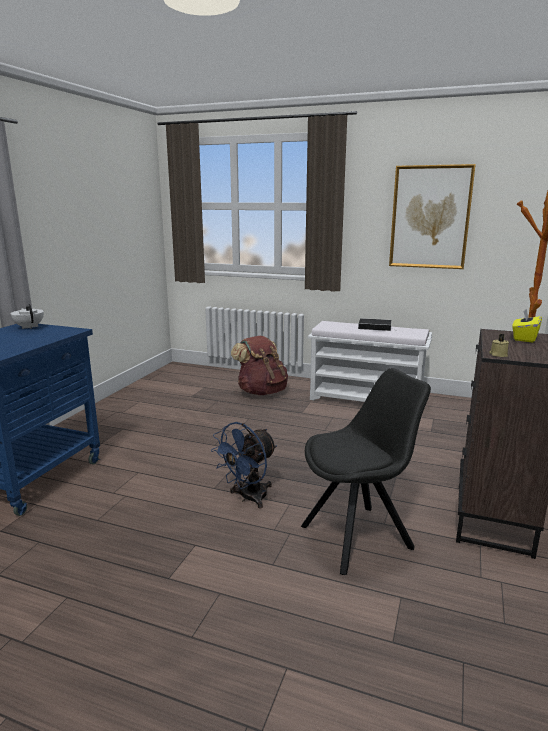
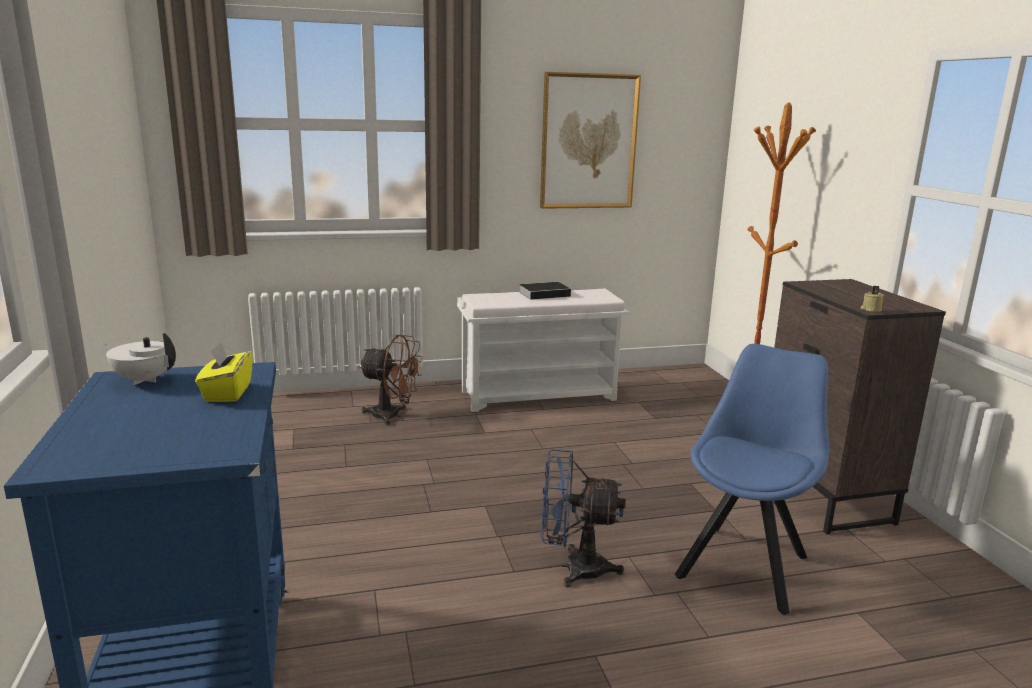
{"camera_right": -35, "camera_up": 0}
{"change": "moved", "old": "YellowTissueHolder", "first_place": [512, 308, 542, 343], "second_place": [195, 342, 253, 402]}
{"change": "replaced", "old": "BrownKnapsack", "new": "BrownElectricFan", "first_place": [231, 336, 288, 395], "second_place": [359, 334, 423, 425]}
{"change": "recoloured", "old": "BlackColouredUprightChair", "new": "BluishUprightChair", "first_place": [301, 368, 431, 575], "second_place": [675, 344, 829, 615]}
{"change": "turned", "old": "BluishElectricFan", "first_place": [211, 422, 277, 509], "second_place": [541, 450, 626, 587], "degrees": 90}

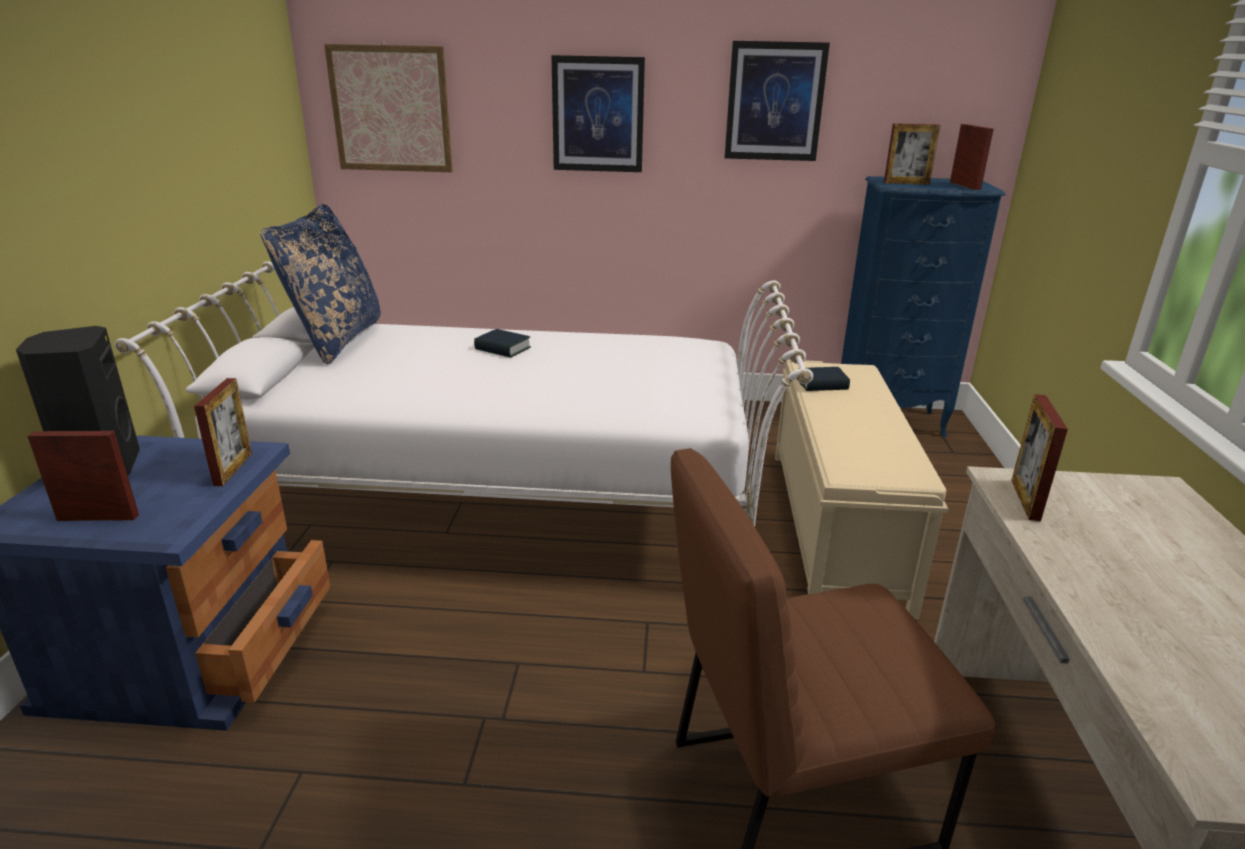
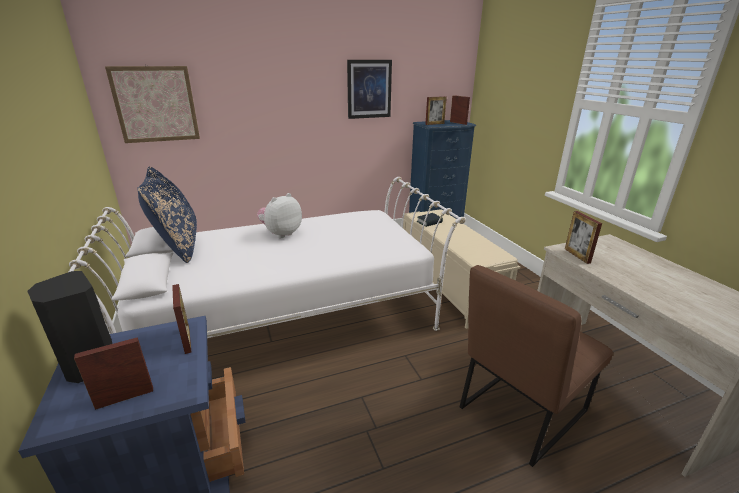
{"camera_right": -25, "camera_up": 0}
{"change": "removed", "old": "WallPicture", "first_place": [551, 55, 645, 172]}
{"change": "replaced", "old": "Volume", "new": "CuddlyToy", "first_place": [474, 329, 531, 358], "second_place": [257, 193, 302, 238]}

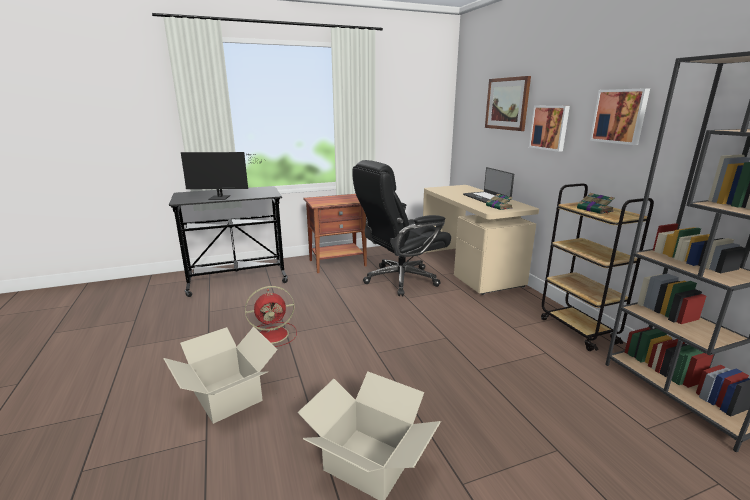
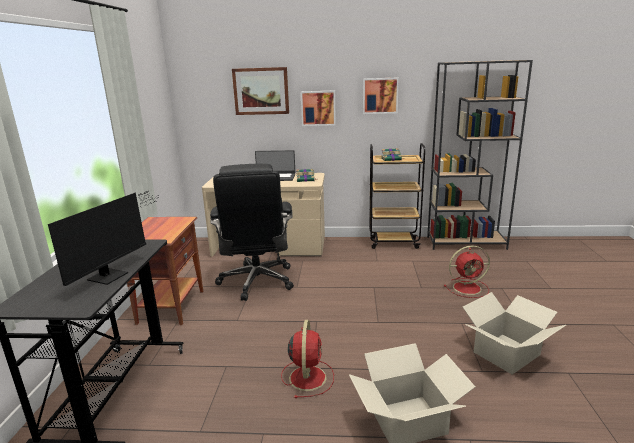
{"camera_right": -65, "camera_up": 0}
{"change": "added", "new": "ReddishElectricFan", "second_place": [444, 246, 490, 298]}

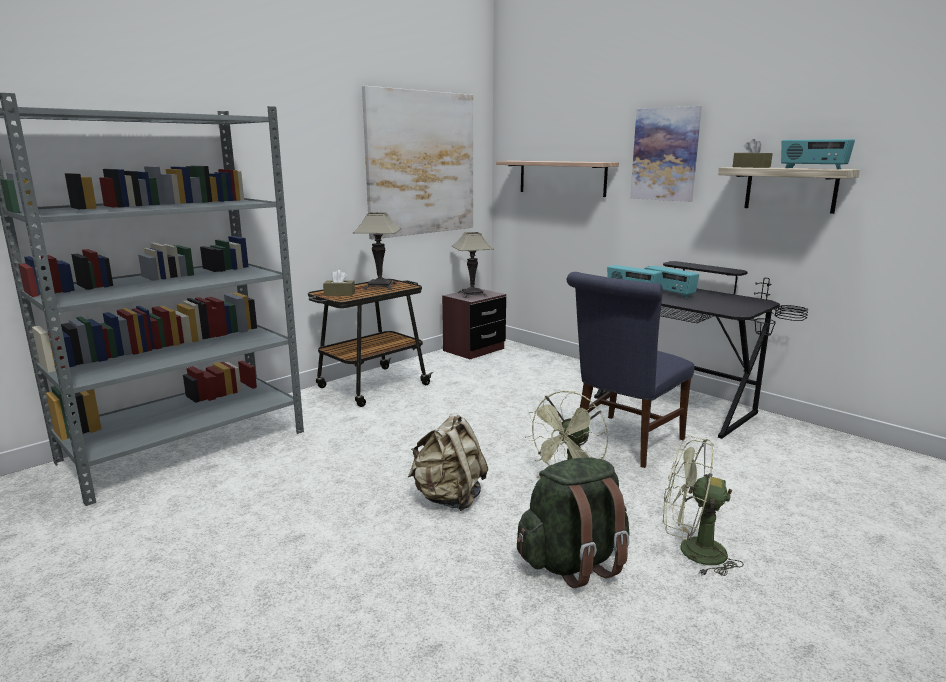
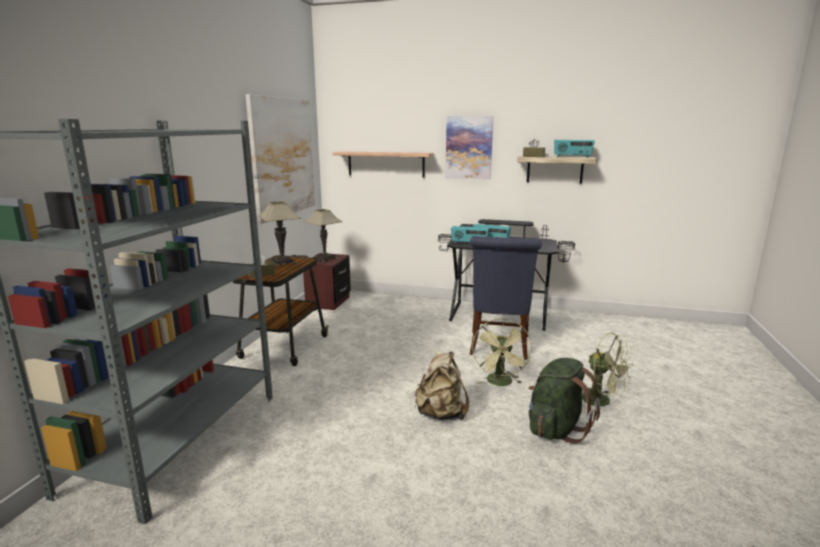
{"camera_right": -30, "camera_up": 0}
{"change": "turned", "old": "GreenishElectricFan", "first_place": [663, 435, 744, 576], "second_place": [582, 332, 633, 412], "degrees": -120}

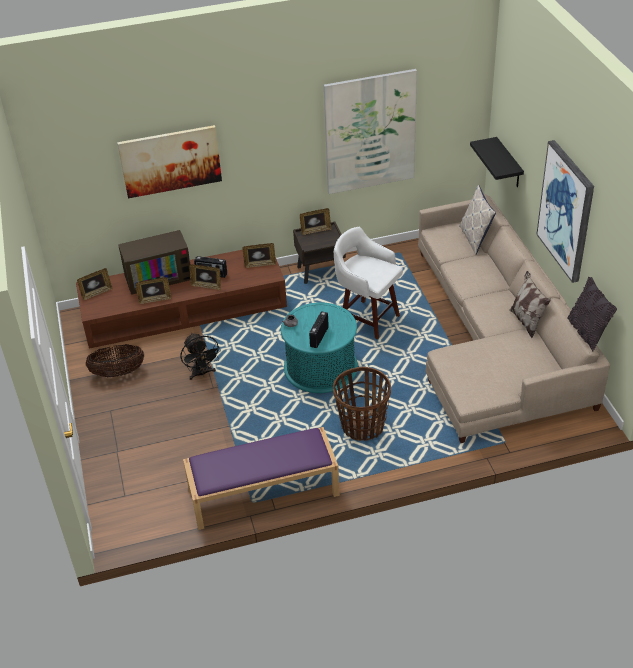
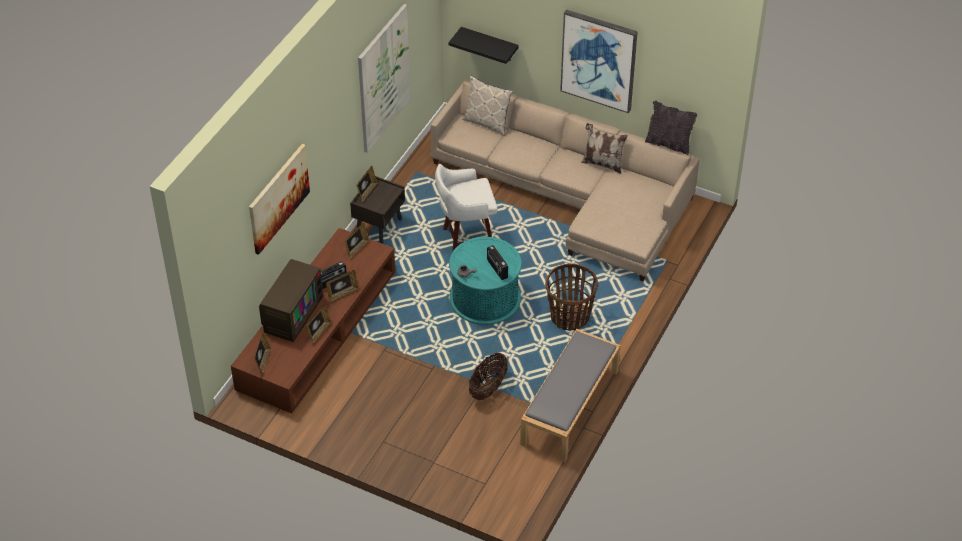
{"camera_right": -50, "camera_up": 5}
{"change": "removed", "old": "BlackColouredElectricFan", "first_place": [180, 333, 221, 380]}
{"change": "moved", "old": "HouseholdBasket", "first_place": [86, 344, 144, 377], "second_place": [469, 353, 507, 400]}
{"change": "recoloured", "old": "PurpleBench", "new": "GreyishBench", "first_place": [183, 427, 340, 530], "second_place": [520, 329, 621, 462]}

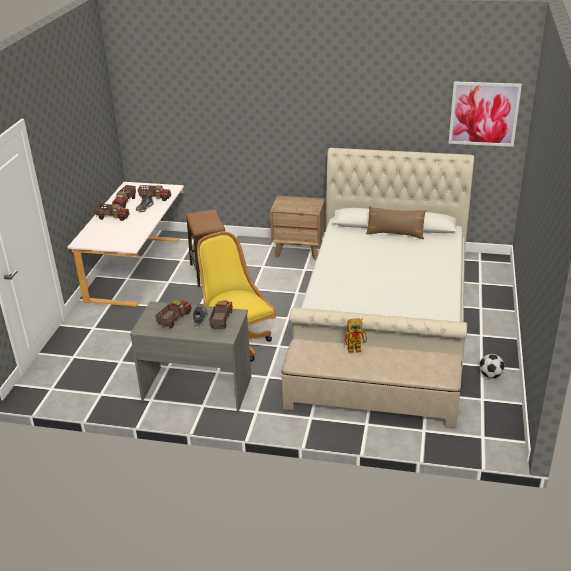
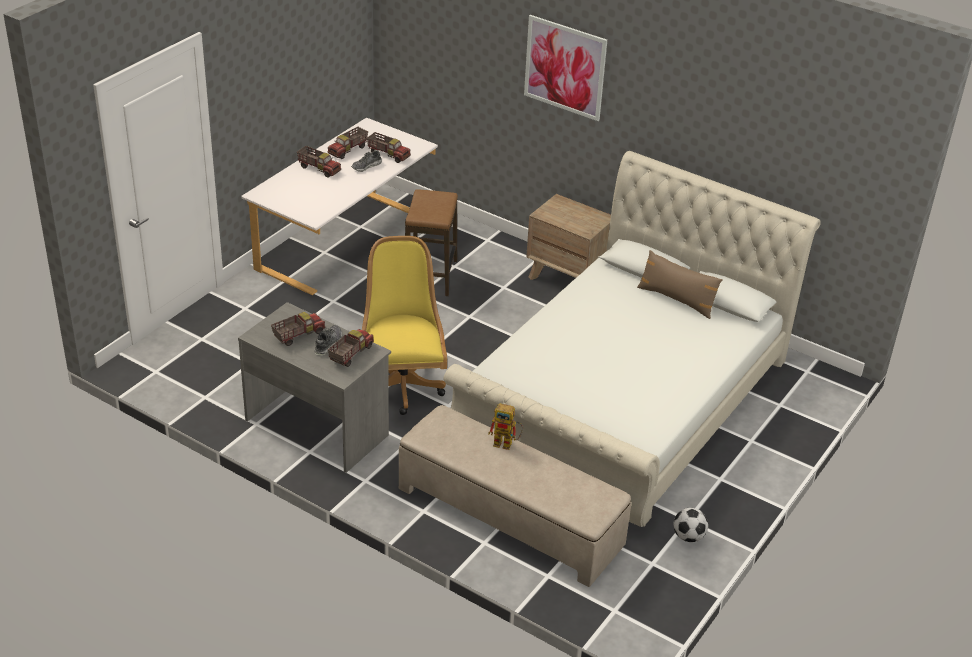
{"camera_right": 20, "camera_up": 5}
{"change": "moved", "old": "WallPicture", "first_place": [448, 81, 522, 147], "second_place": [524, 15, 607, 121]}

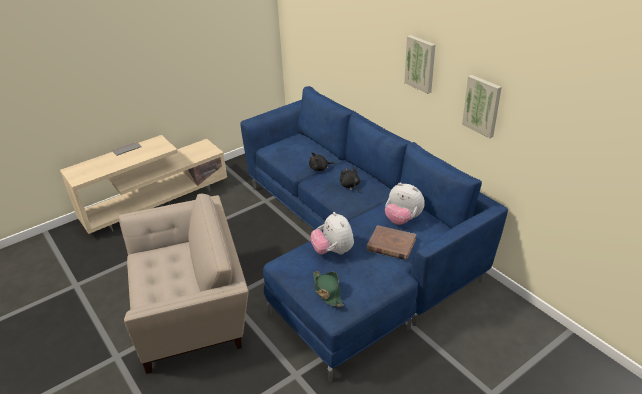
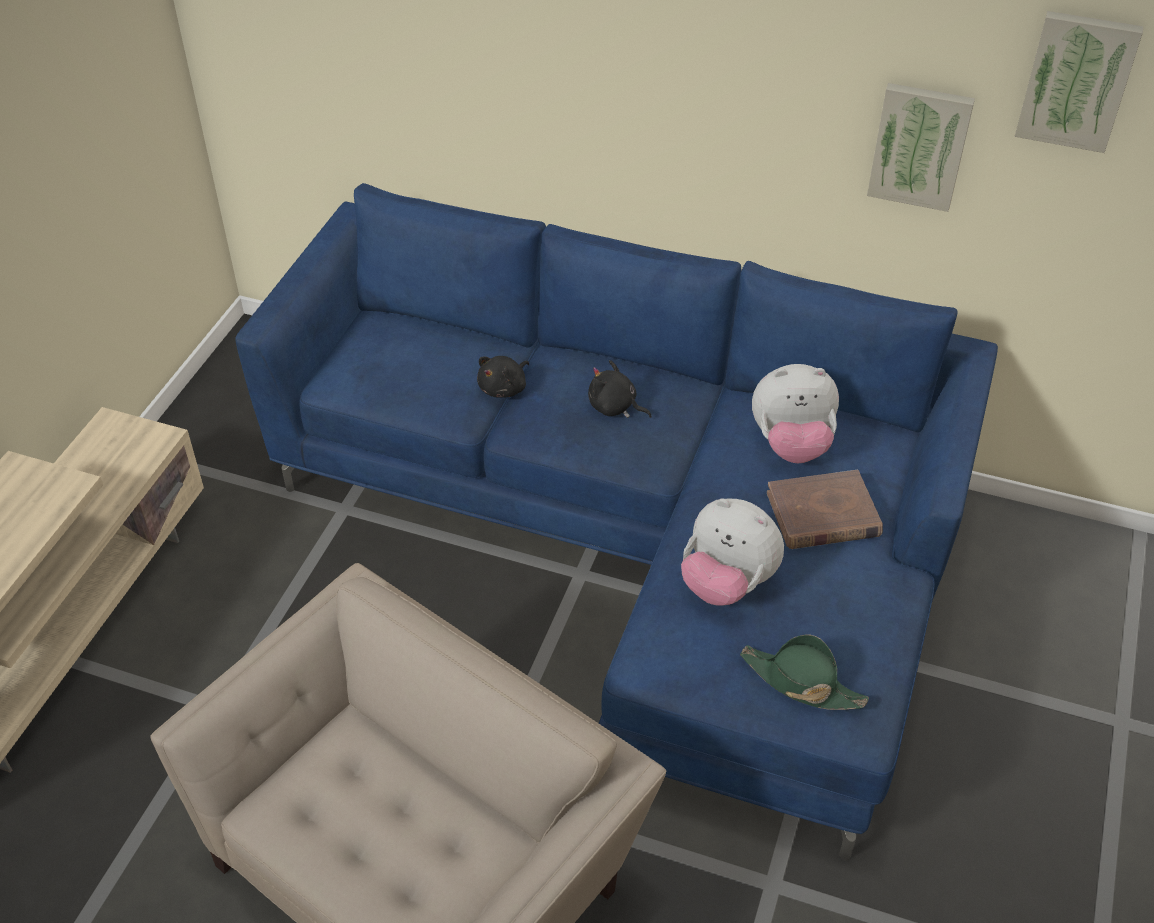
{"camera_right": -35, "camera_up": 10}
{"change": "moved", "old": "WallPicture", "first_place": [404, 35, 436, 94], "second_place": [1015, 11, 1144, 153]}

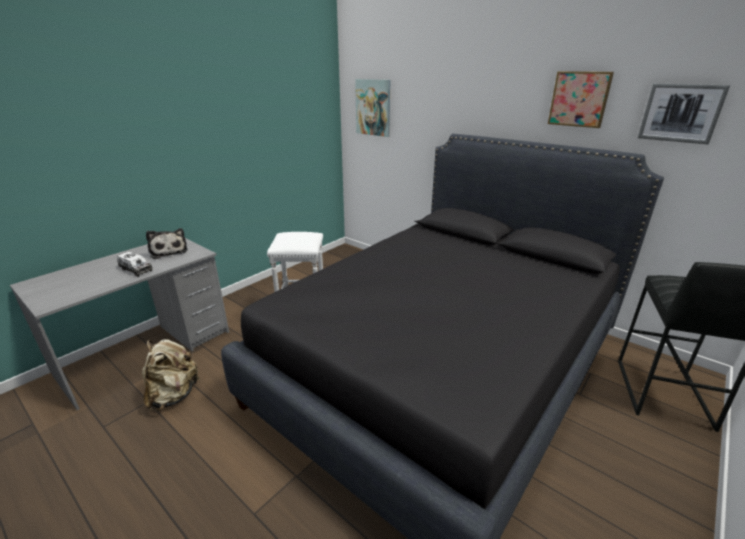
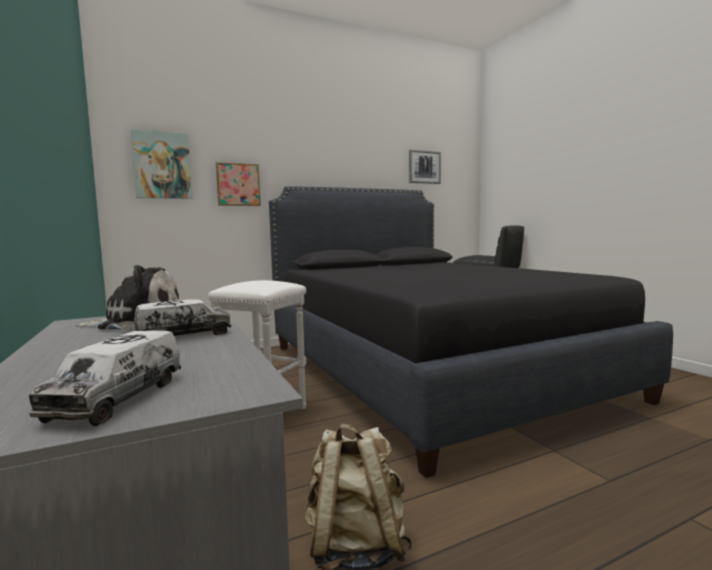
{"camera_right": -65, "camera_up": -20}
{"change": "added", "new": "ToyLorry", "second_place": [29, 331, 181, 426]}
{"change": "moved", "old": "WallPicture", "first_place": [548, 71, 614, 128], "second_place": [216, 162, 261, 206]}

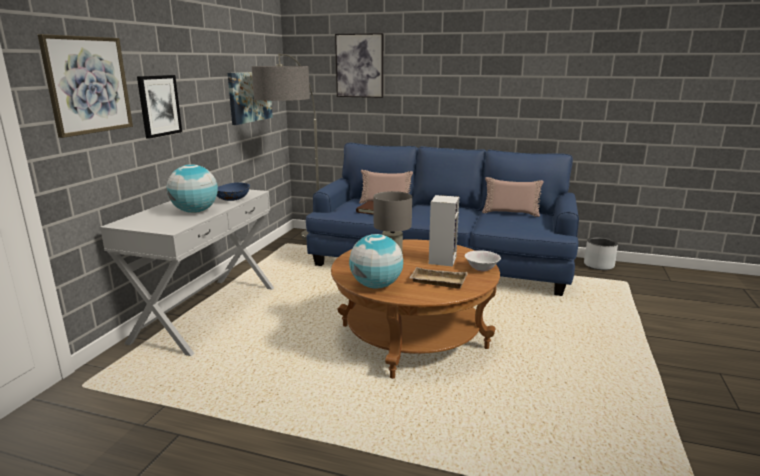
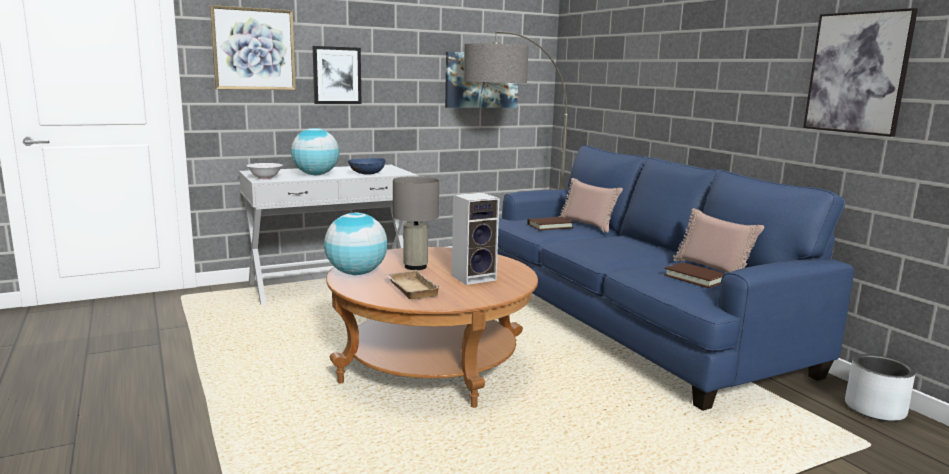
{"camera_right": 45, "camera_up": -5}
{"change": "added", "new": "BrownVolume", "second_place": [664, 262, 724, 288]}
{"change": "moved", "old": "WallPicture", "first_place": [335, 33, 383, 98], "second_place": [803, 8, 918, 137]}
{"change": "moved", "old": "WhiteColouredBowl", "first_place": [465, 250, 501, 271], "second_place": [246, 163, 283, 179]}

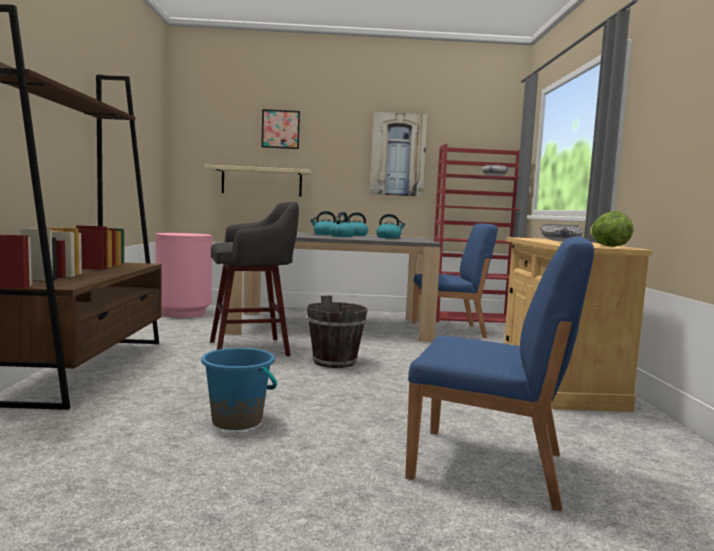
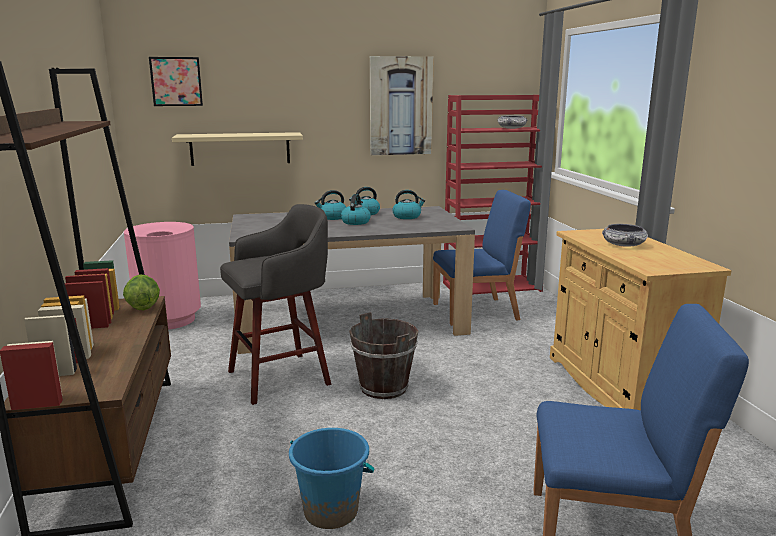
{"camera_right": -10, "camera_up": 10}
{"change": "moved", "old": "WallPicture", "first_place": [261, 109, 300, 149], "second_place": [149, 57, 203, 106]}
{"change": "moved", "old": "LettuceHead", "first_place": [590, 211, 633, 247], "second_place": [123, 274, 160, 310]}

